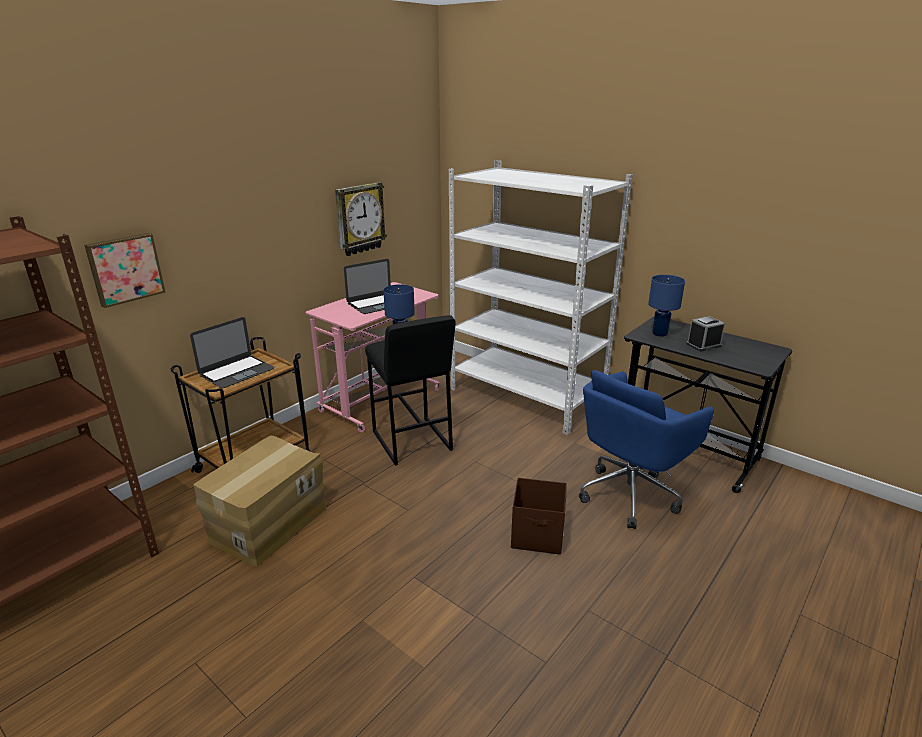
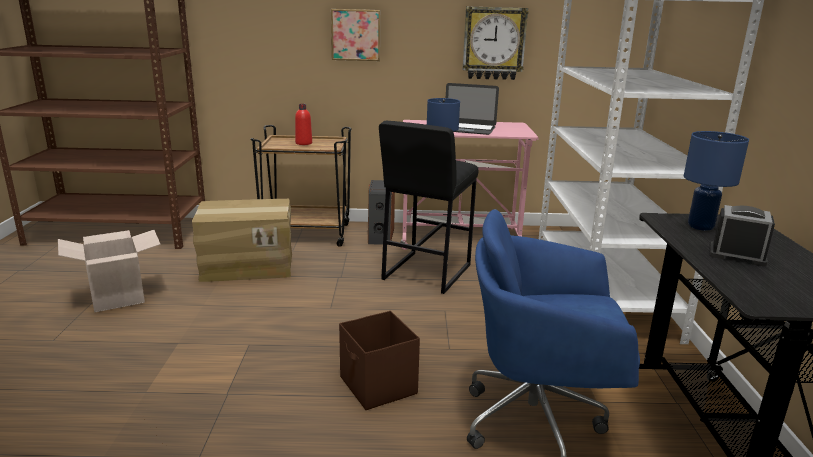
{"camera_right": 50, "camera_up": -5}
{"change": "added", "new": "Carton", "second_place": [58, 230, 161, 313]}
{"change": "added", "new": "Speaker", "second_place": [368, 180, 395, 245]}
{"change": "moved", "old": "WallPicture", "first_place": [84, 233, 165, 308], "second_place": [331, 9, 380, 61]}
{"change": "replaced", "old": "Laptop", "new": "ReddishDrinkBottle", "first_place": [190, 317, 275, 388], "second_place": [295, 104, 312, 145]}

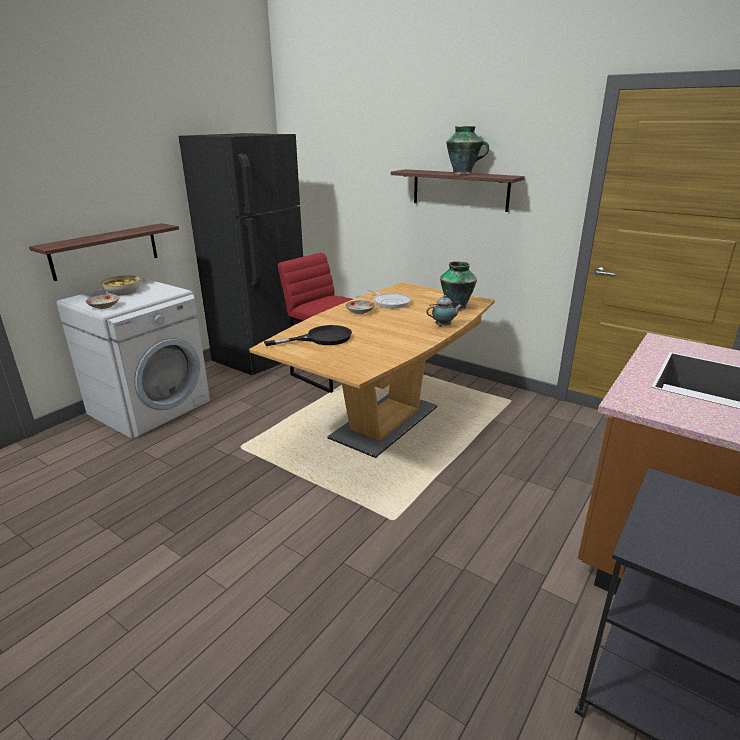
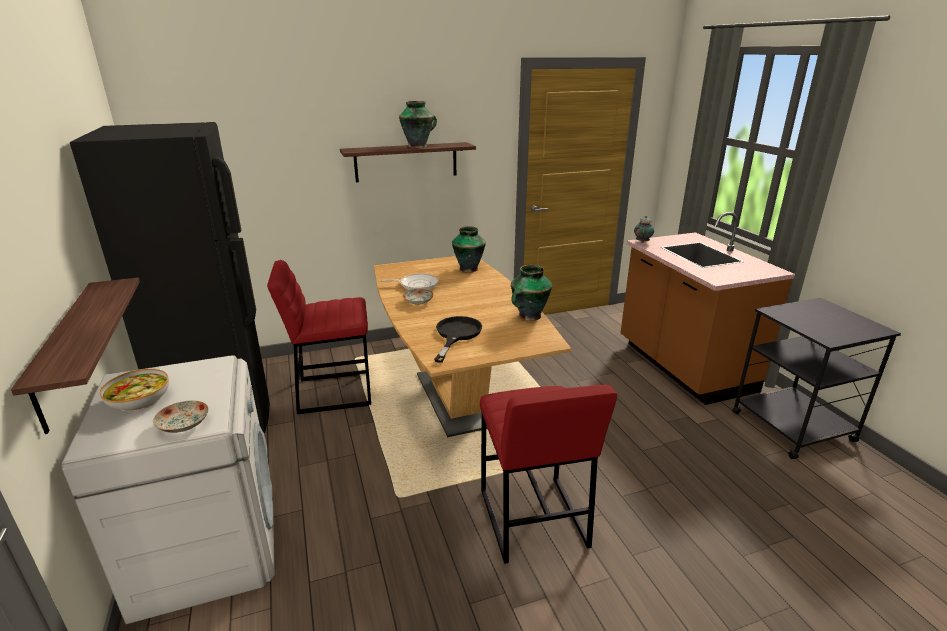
{"camera_right": -55, "camera_up": 0}
{"change": "added", "new": "ReddishUprightChair", "second_place": [480, 385, 617, 564]}
{"change": "added", "new": "DecorativeVase", "second_place": [511, 265, 552, 321]}
{"change": "moved", "old": "Teapot", "first_place": [426, 295, 462, 327], "second_place": [634, 216, 654, 243]}

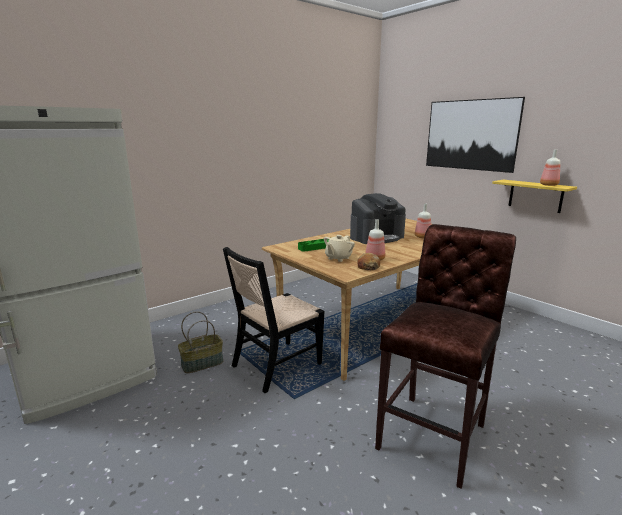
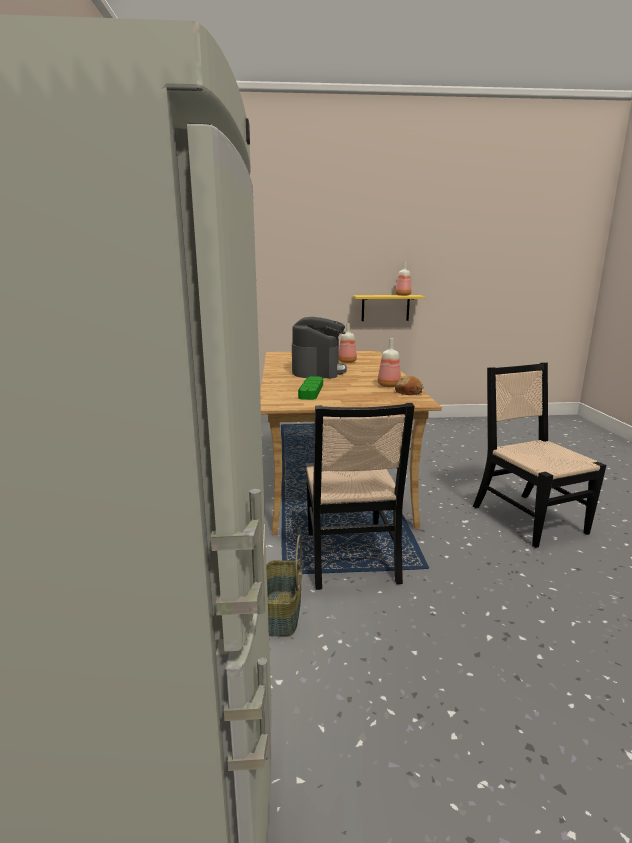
{"camera_right": -55, "camera_up": 0}
{"change": "removed", "old": "BeigeColouredTeapot", "first_place": [324, 235, 355, 262]}
{"change": "removed", "old": "WallPicture", "first_place": [426, 97, 525, 173]}
{"change": "replaced", "old": "BrownStoolSeat", "new": "UprightChair", "first_place": [375, 224, 516, 489], "second_place": [473, 362, 606, 548]}

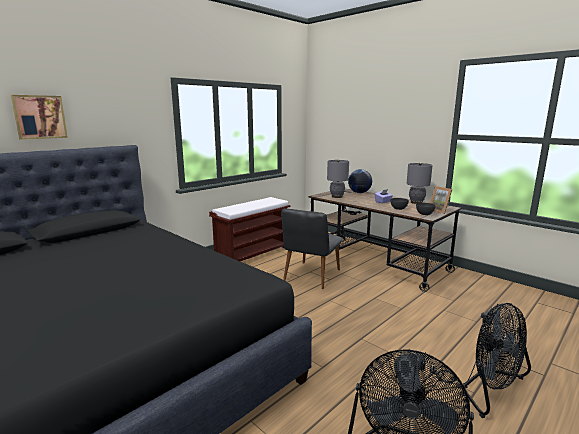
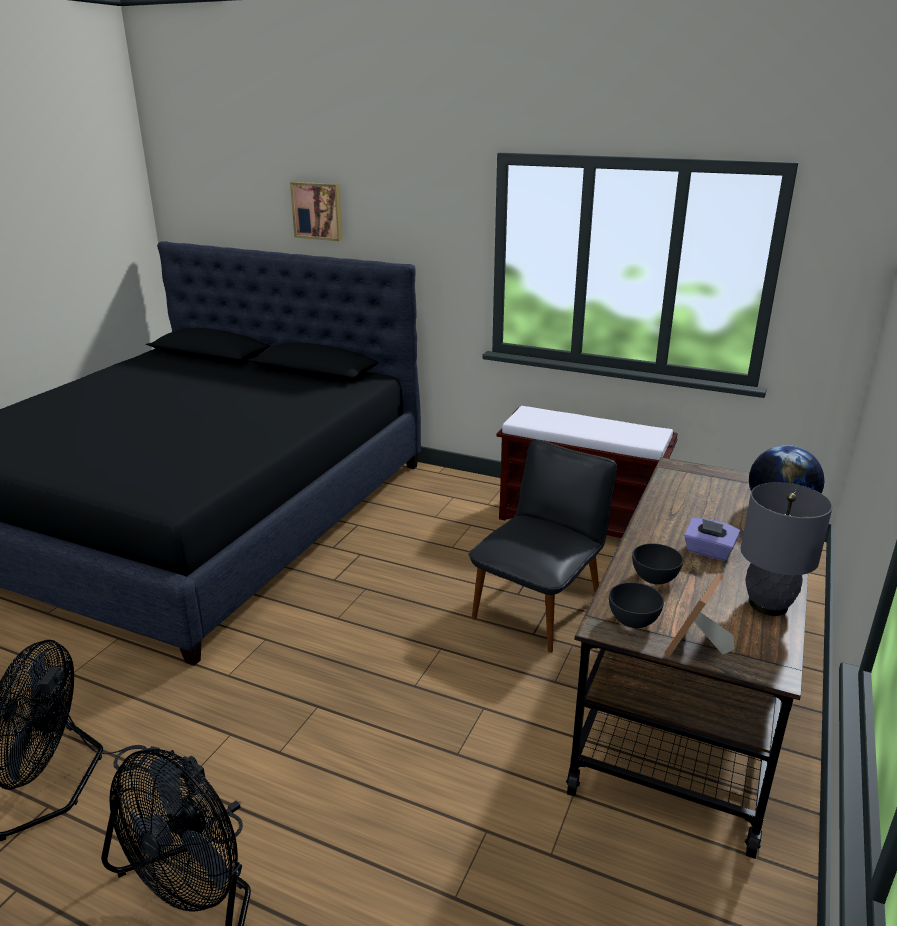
{"camera_right": 70, "camera_up": 10}
{"change": "removed", "old": "GreyishTableLamp", "first_place": [327, 159, 349, 198]}
{"change": "turned", "old": "BlackColouredUprightChair", "first_place": [281, 208, 343, 289], "second_place": [469, 440, 617, 653], "degrees": 120}

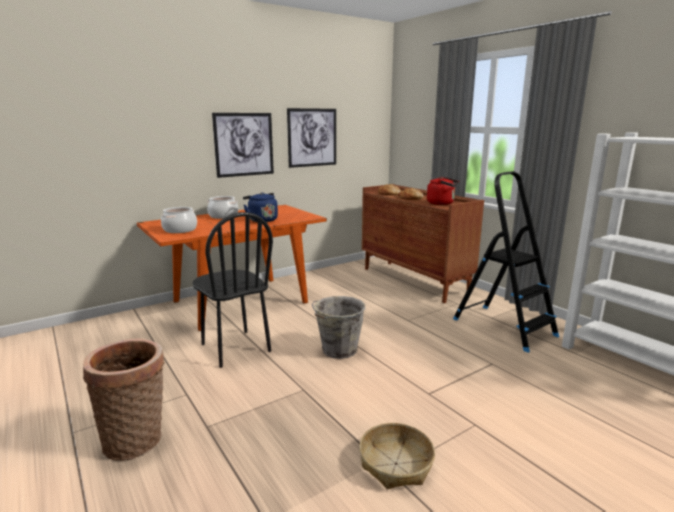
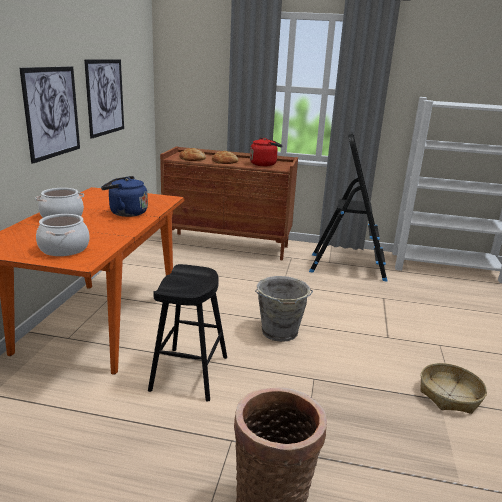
{"camera_right": -45, "camera_up": 5}
{"change": "replaced", "old": "BlackColouredUprightChair", "new": "BlackColouredStoolSeat", "first_place": [192, 212, 273, 368], "second_place": [148, 264, 227, 402]}

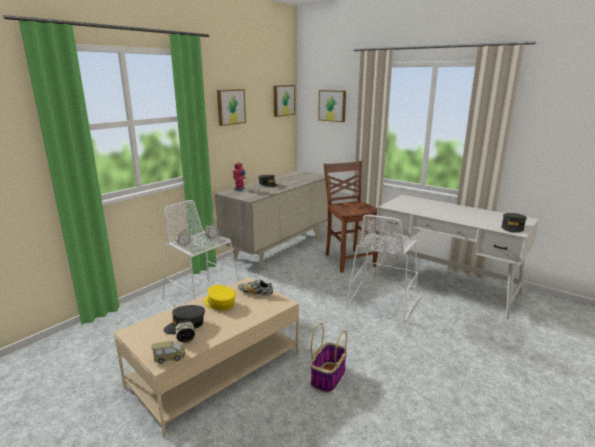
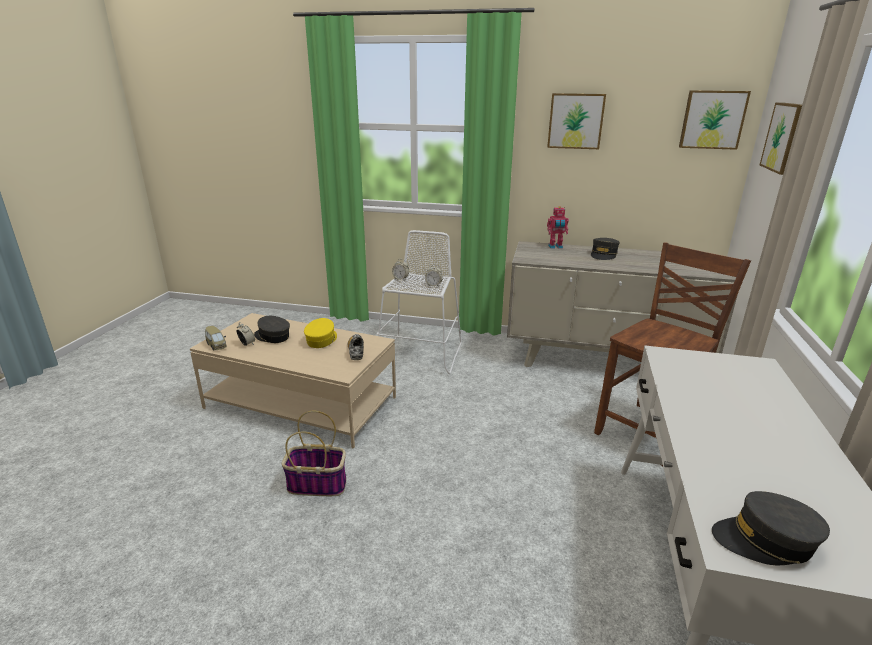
{"camera_right": 65, "camera_up": 5}
{"change": "removed", "old": "WhiteColouredStoolSeat", "first_place": [346, 215, 420, 321]}

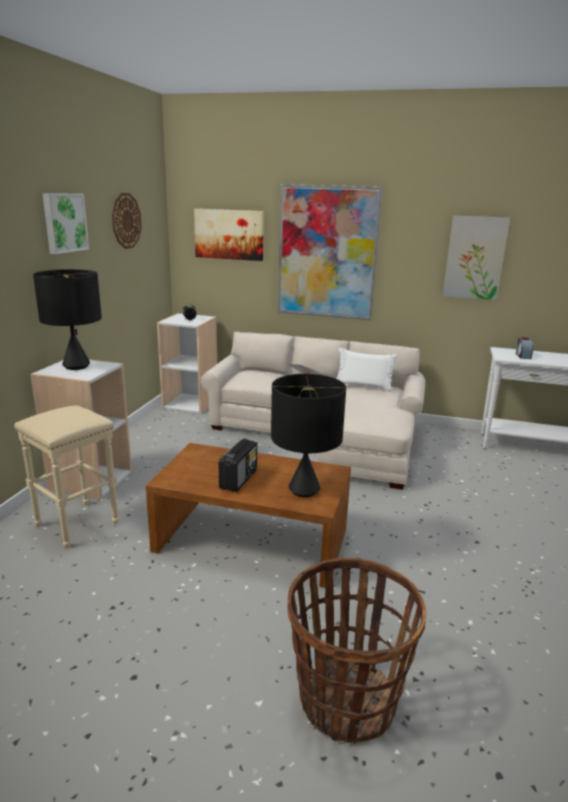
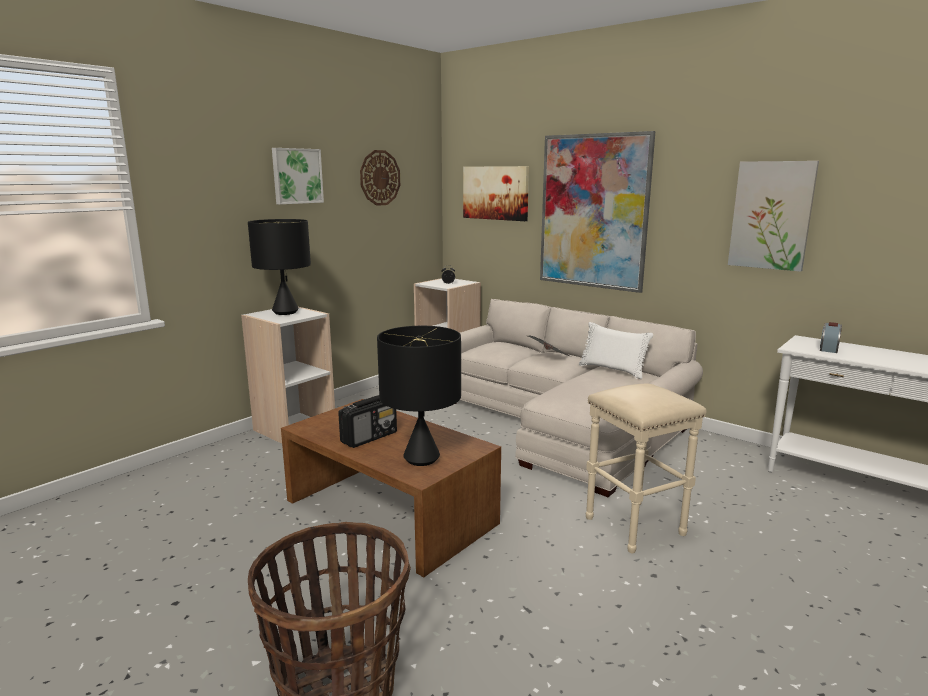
{"camera_right": 25, "camera_up": -5}
{"change": "moved", "old": "BeigeColouredStoolSeat", "first_place": [14, 405, 119, 548], "second_place": [586, 384, 707, 553]}

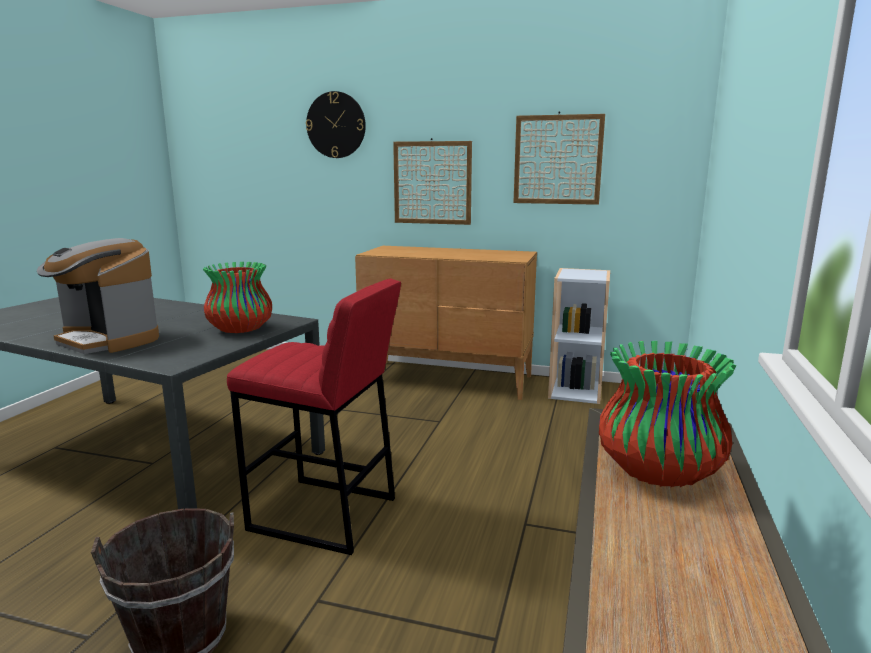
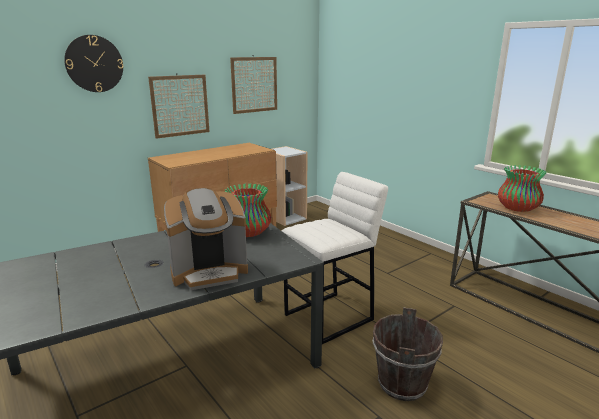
{"camera_right": -55, "camera_up": 5}
{"change": "recoloured", "old": "ReddishStoolSeat", "new": "WhiteColouredStoolSeat", "first_place": [227, 279, 401, 555], "second_place": [282, 172, 388, 344]}

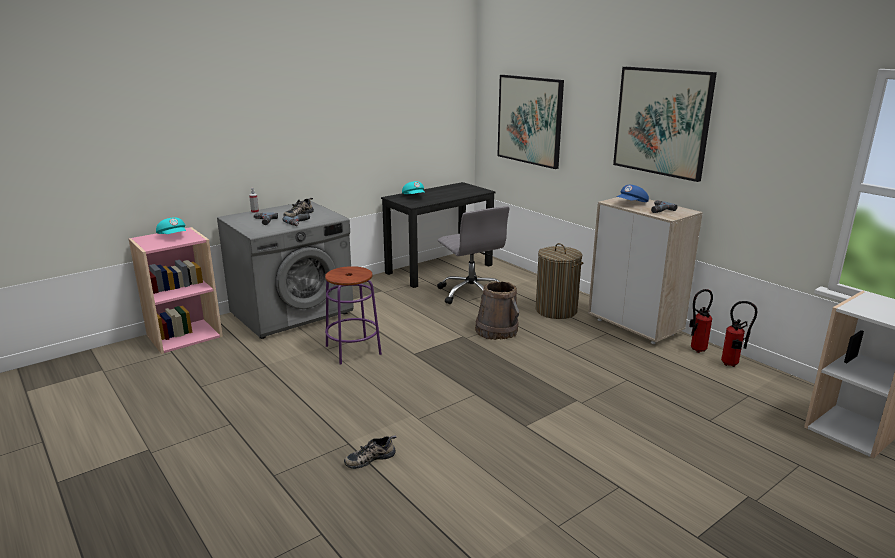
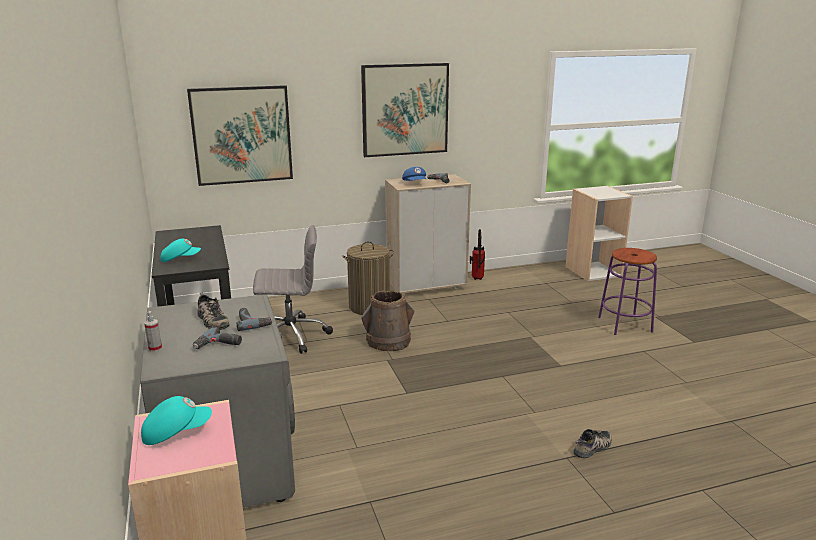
{"camera_right": -70, "camera_up": 0}
{"change": "removed", "old": "FireExtinguisher", "first_place": [721, 301, 757, 367]}
{"change": "moved", "old": "PurpleStoolSeat", "first_place": [325, 266, 382, 365], "second_place": [598, 248, 657, 335]}
{"change": "turned", "old": "ItemOfFootwear", "first_place": [344, 435, 397, 469], "second_place": [574, 429, 612, 458], "degrees": -120}

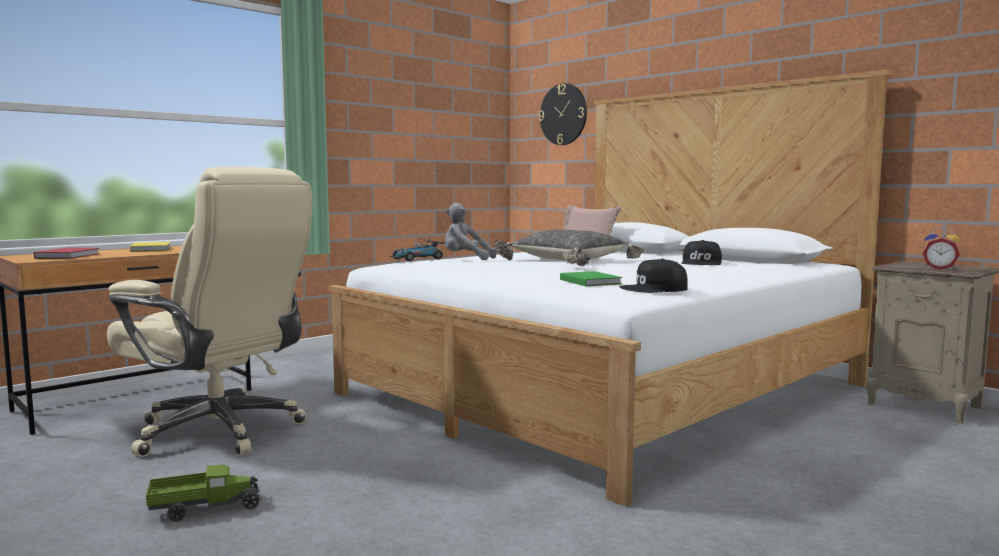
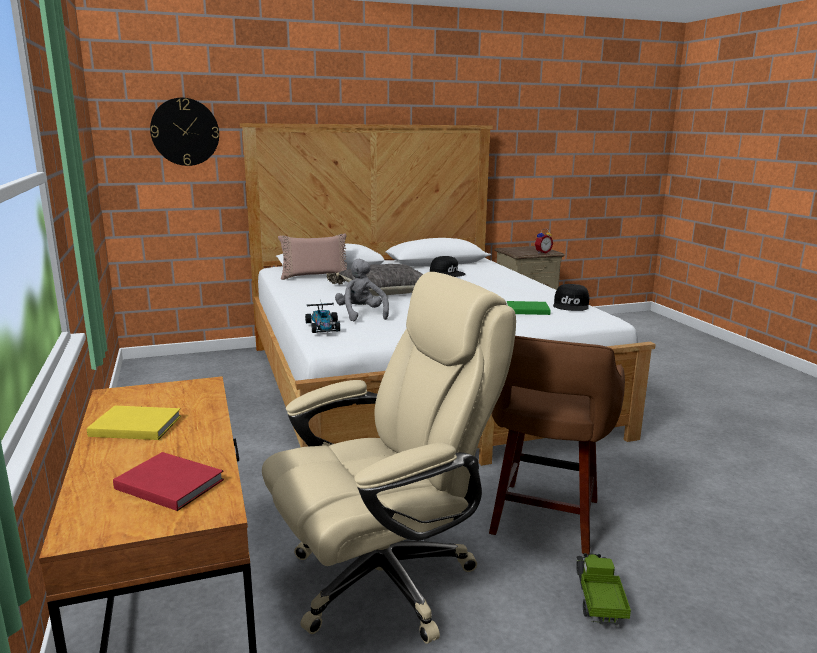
{"camera_right": -65, "camera_up": 10}
{"change": "added", "new": "BrownStoolSeat", "second_place": [489, 336, 625, 555]}
{"change": "turned", "old": "GreyishCuddlyToy", "first_place": [445, 203, 496, 260], "second_place": [335, 259, 389, 322], "degrees": 120}

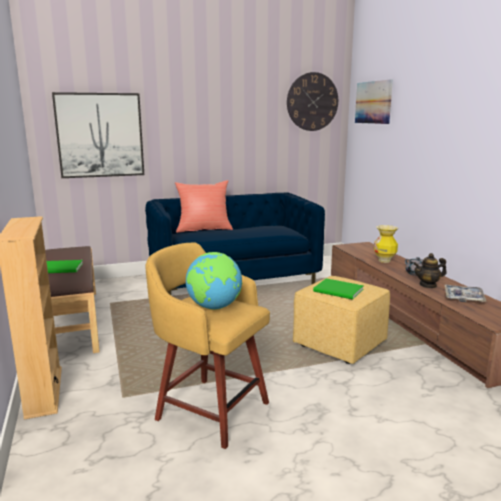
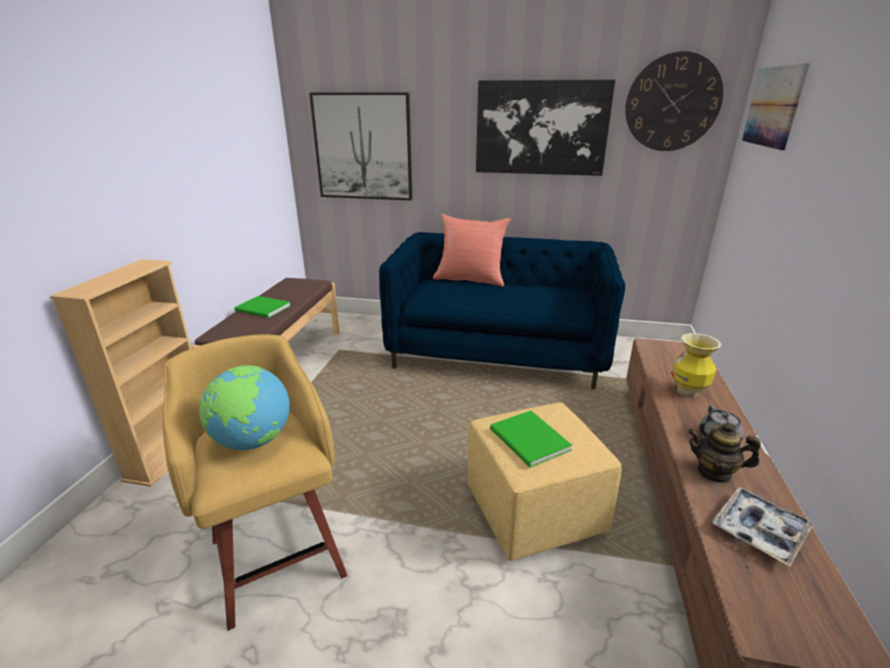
{"camera_right": 30, "camera_up": 10}
{"change": "added", "new": "WallPicture", "second_place": [476, 79, 615, 176]}

